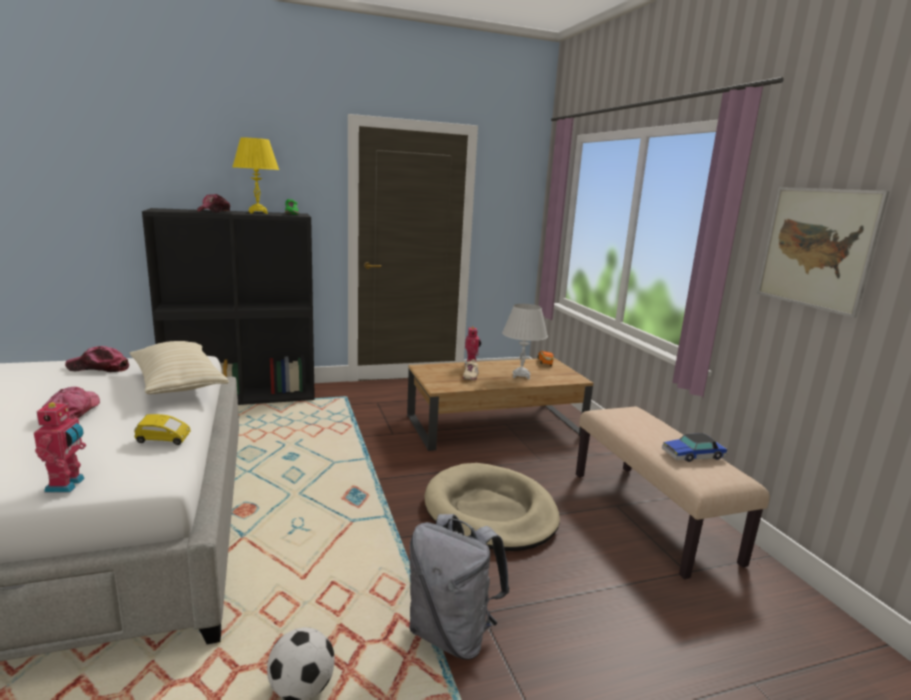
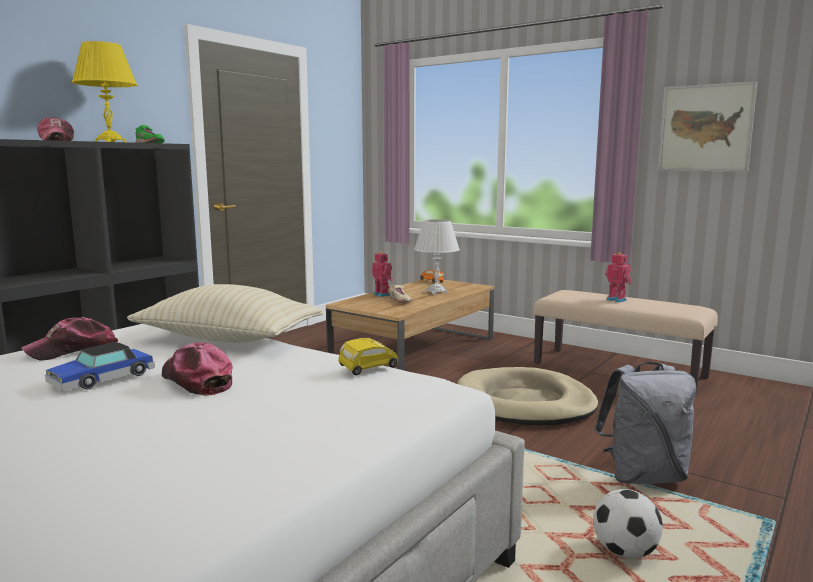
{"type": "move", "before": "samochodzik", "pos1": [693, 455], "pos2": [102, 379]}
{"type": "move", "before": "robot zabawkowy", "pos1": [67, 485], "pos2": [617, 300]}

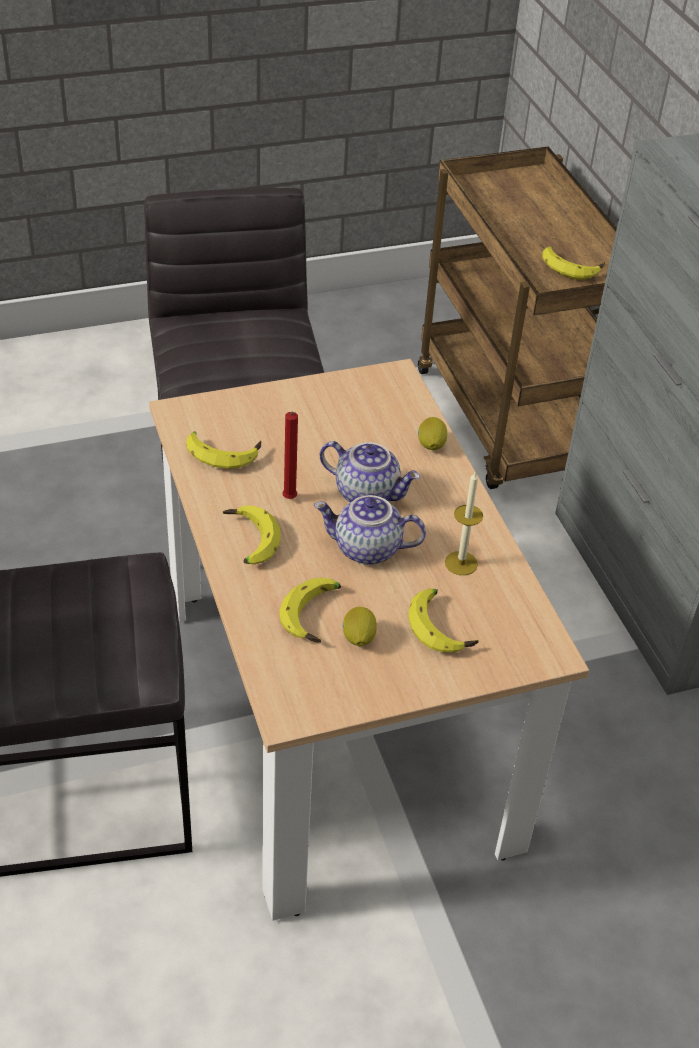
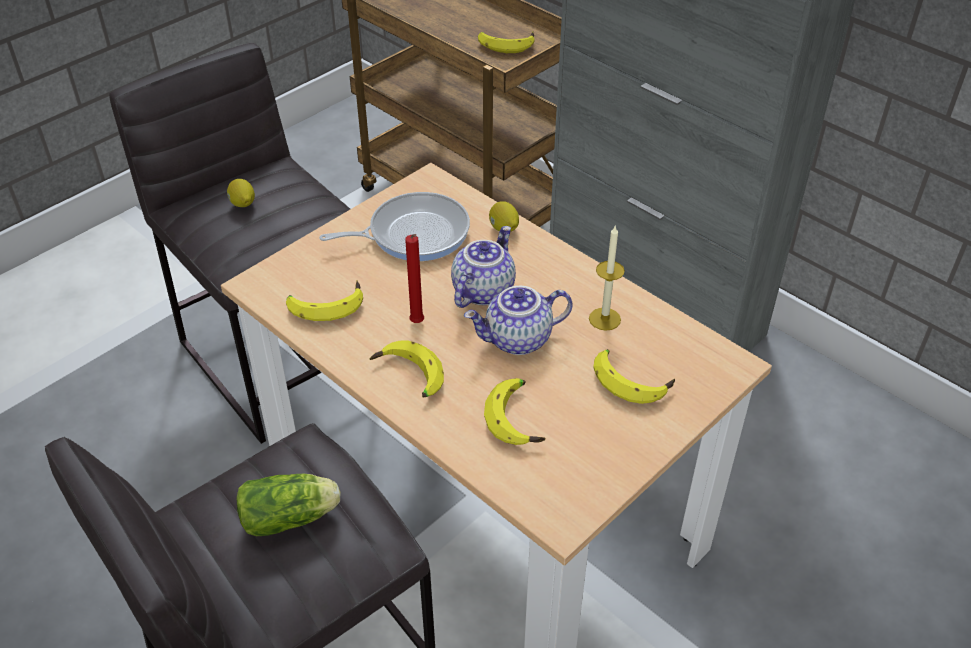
{"type": "move", "before": "cytryna", "pos1": [358, 638], "pos2": [243, 204]}
{"type": "insert", "after": "sałata", "pos2": [292, 517]}
{"type": "insert", "after": "patelnia", "pos2": [413, 233]}
{"type": "rotate", "before": "imbryk", "pos1": [368, 493], "pos2": [482, 290], "turn": -60}

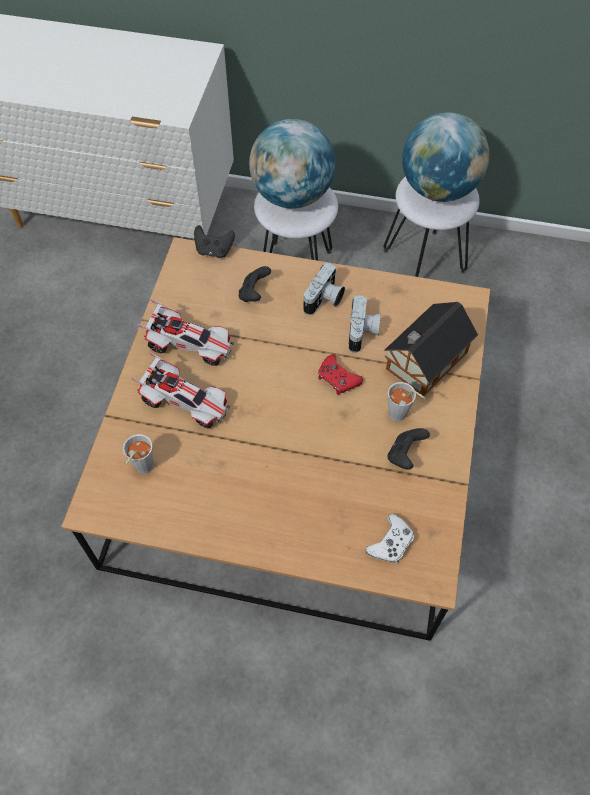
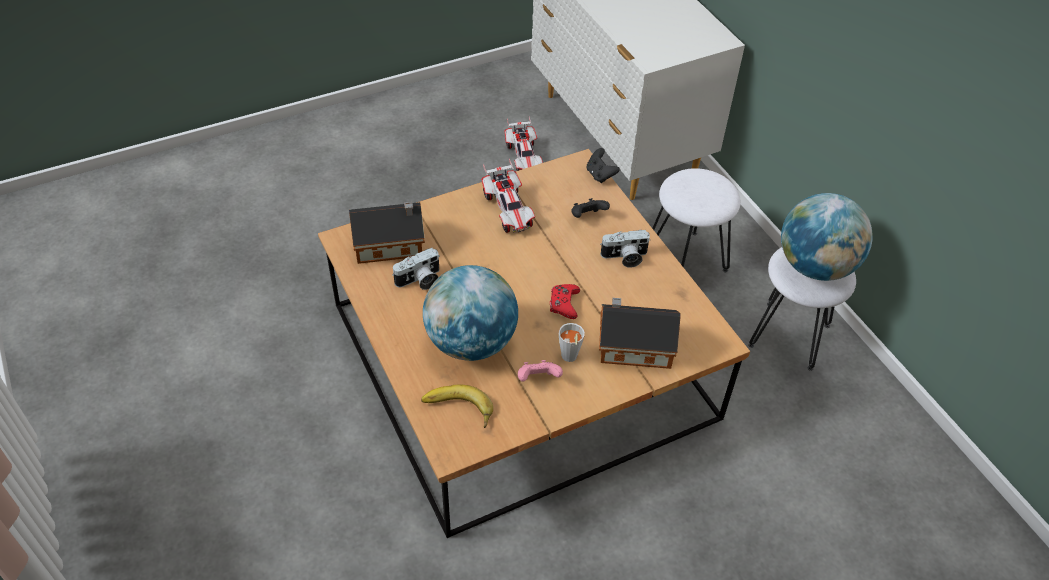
{"type": "replace", "before": "filiżanka [szary]", "after": "domek", "pos1": [141, 469], "pos2": [391, 244]}
{"type": "move", "before": "aparat fotograficzny", "pos1": [363, 332], "pos2": [420, 281]}
{"type": "replace", "before": "pad do gier [biały]", "after": "banan", "pos1": [391, 543], "pos2": [457, 410]}
{"type": "move", "before": "globus", "pos1": [292, 196], "pos2": [471, 342]}
{"type": "move", "before": "samochodzik", "pos1": [185, 402], "pos2": [524, 158]}
{"type": "recolor", "before": "pad do gier [czarny]", "after": "pad do gier [różowy]", "pos1": [405, 455], "pos2": [538, 379]}

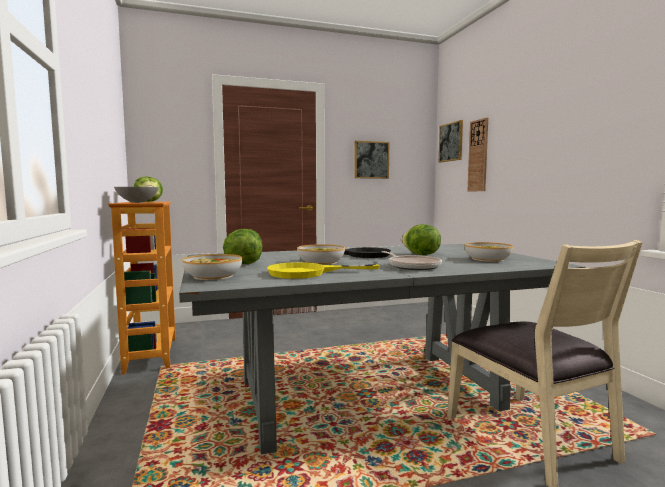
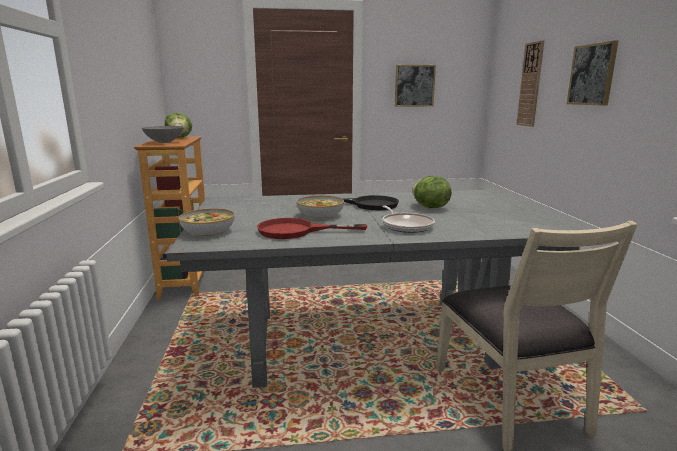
{"type": "recolor", "before": "patelnia [żółty]", "after": "patelnia [czerwony]", "pos1": [308, 273], "pos2": [296, 231]}
{"type": "move", "before": "obraz", "pos1": [451, 142], "pos2": [592, 74]}
{"type": "delete", "before": "sałata", "pos1": [242, 264]}
{"type": "delete", "before": "miska", "pos1": [487, 259]}

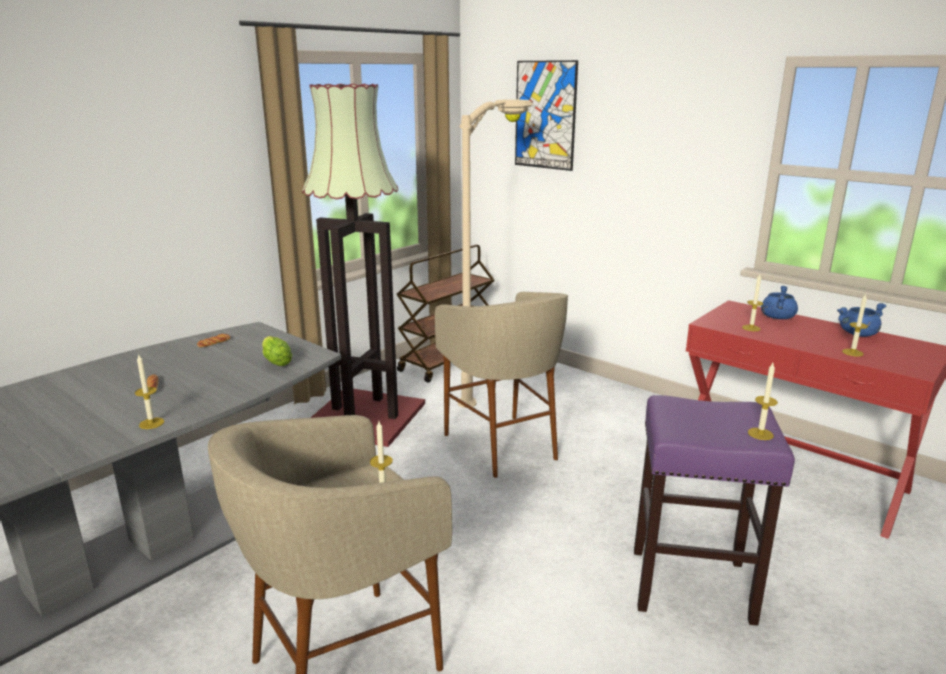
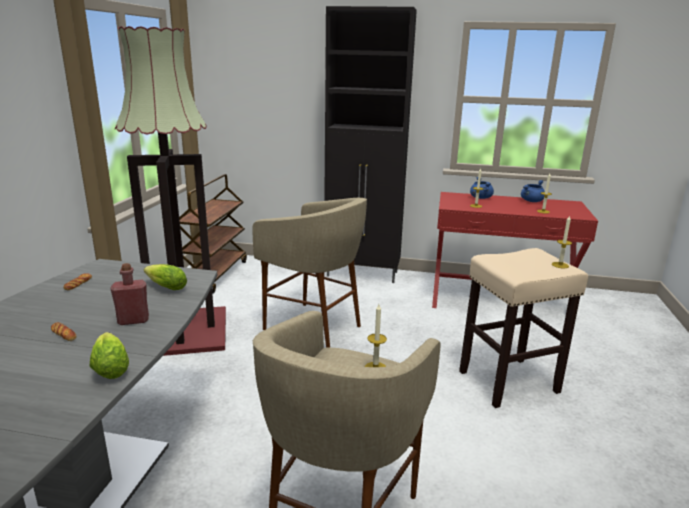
{"type": "replace", "before": "świeca", "after": "sałata", "pos1": [151, 423], "pos2": [111, 366]}
{"type": "insert", "after": "butelka [czerwony]", "pos2": [133, 320]}
{"type": "insert", "after": "szafka [czarny]", "pos2": [363, 274]}
{"type": "recolor", "before": "stołek [fioletowy]", "after": "stołek [beżowy]", "pos1": [693, 585], "pos2": [509, 381]}
{"type": "delete", "before": "lampa stojąca [beżowy]", "pos1": [497, 382]}
{"type": "delete", "before": "obraz", "pos1": [545, 115]}

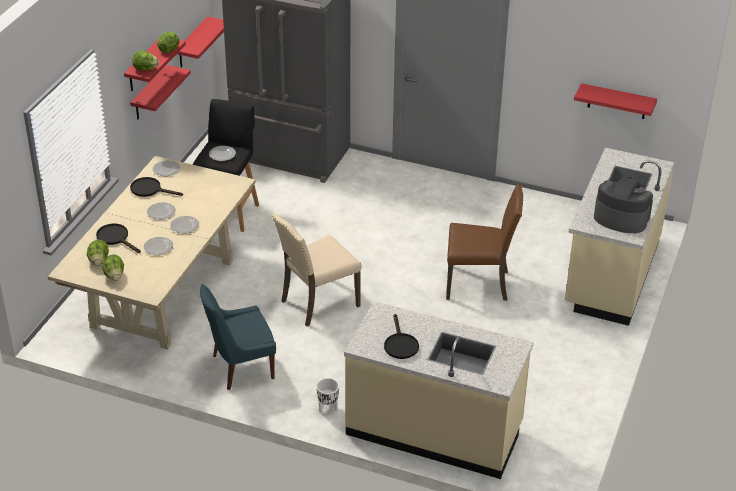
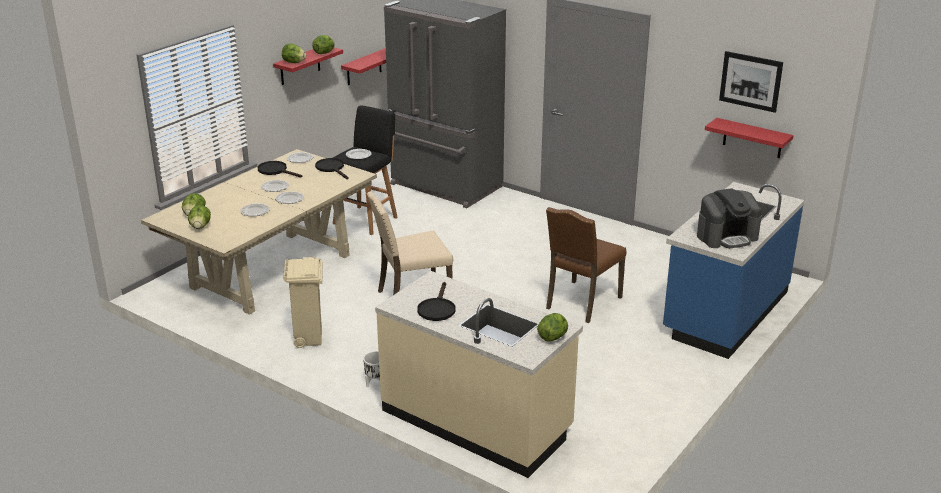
{"type": "replace", "before": "krzesło [niebieski]", "after": "kosz na śmieci [beżowy]", "pos1": [240, 367], "pos2": [309, 338]}
{"type": "move", "before": "patelnia [czarny]", "pos1": [116, 238], "pos2": [332, 168]}
{"type": "insert", "after": "sałata", "pos2": [553, 337]}
{"type": "rotate", "before": "krzesło [brązowy]", "pos1": [479, 284], "pos2": [581, 303], "turn": 105}
{"type": "recolor", "before": "zabudowa kuchenna [beżowy]", "after": "zabudowa kuchenna [niebieski]", "pos1": [611, 273], "pos2": [725, 312]}
{"type": "rotate", "before": "ekspres do kawy", "pos1": [620, 218], "pos2": [727, 236], "turn": 120}
{"type": "insert", "after": "obraz", "pos2": [750, 81]}
{"type": "delete", "before": "półka [czerwony]", "pos1": [149, 94]}

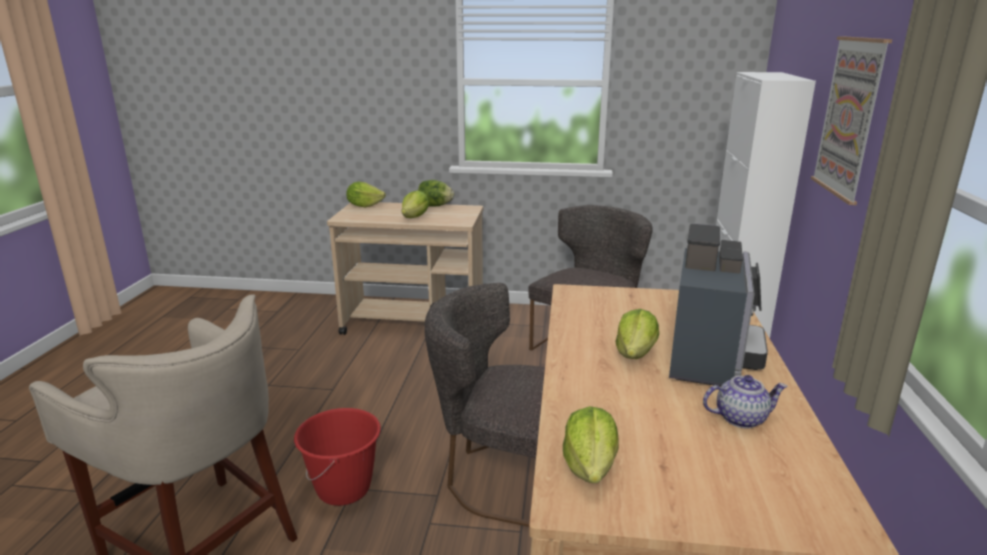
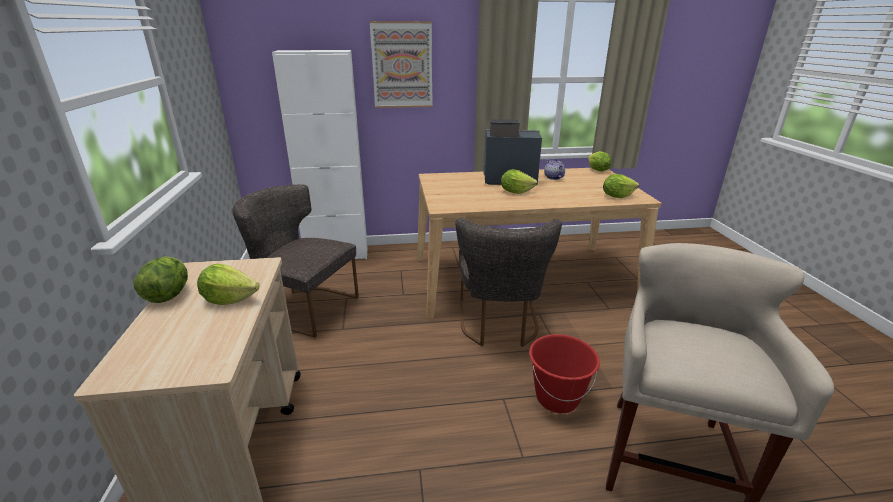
{"type": "move", "before": "sałata", "pos1": [364, 206], "pos2": [597, 170]}

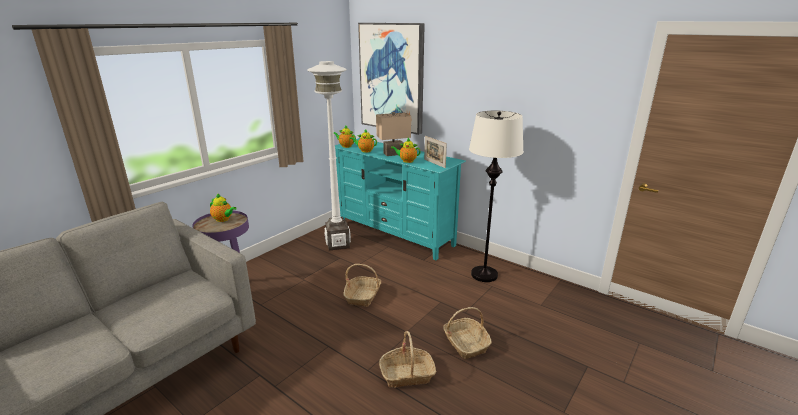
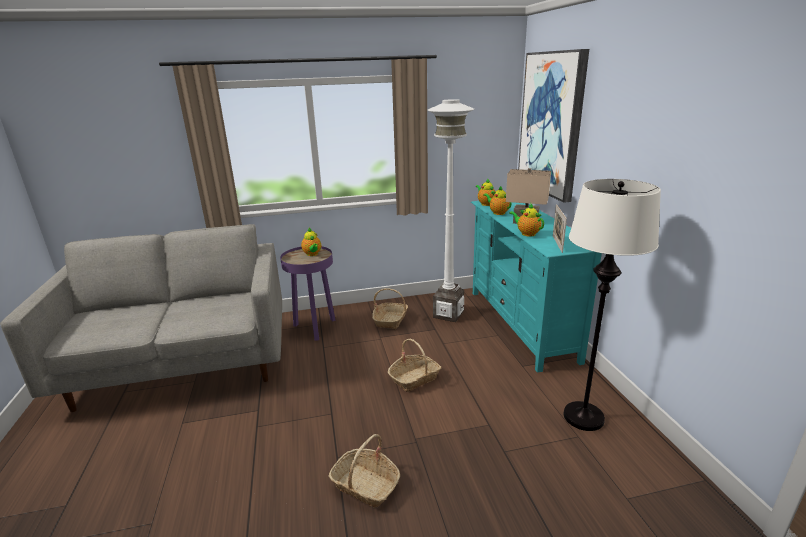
{"type": "move", "before": "koszyk", "pos1": [465, 343], "pos2": [391, 320]}

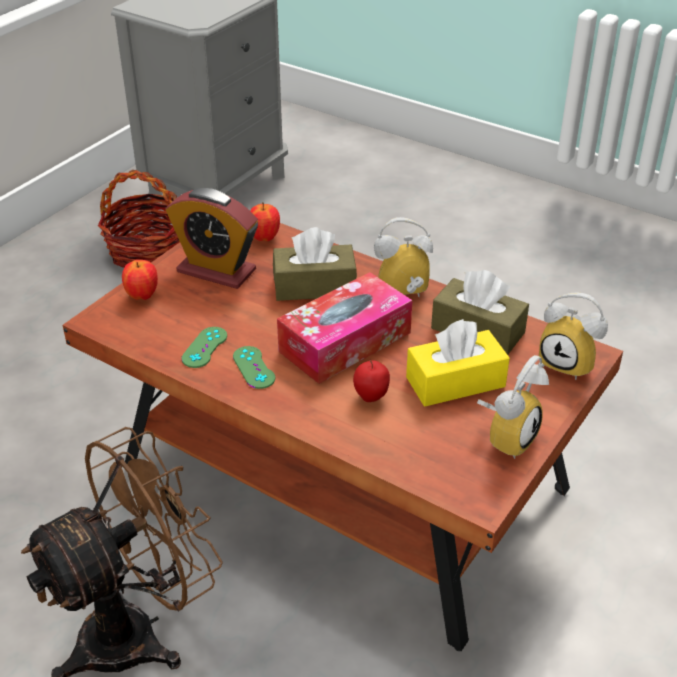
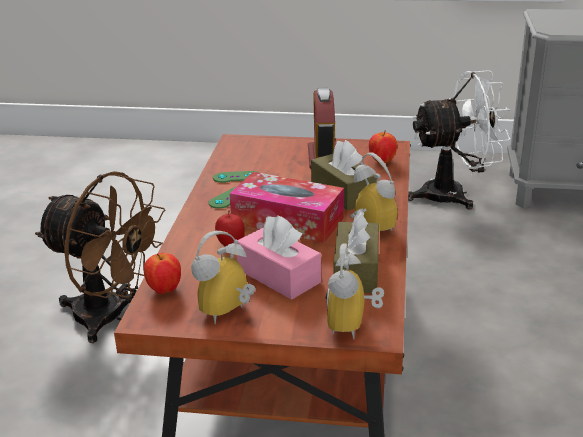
{"type": "move", "before": "jabłko", "pos1": [142, 296], "pos2": [164, 290]}
{"type": "rotate", "before": "budzik", "pos1": [506, 436], "pos2": [228, 314], "turn": 120}
{"type": "recolor", "before": "pudełko chusteczek [żółty]", "after": "pudełko chusteczek [różowy]", "pos1": [455, 382], "pos2": [278, 276]}
{"type": "replace", "before": "koszyk", "after": "wentylator [biały]", "pos1": [148, 252], "pos2": [454, 194]}

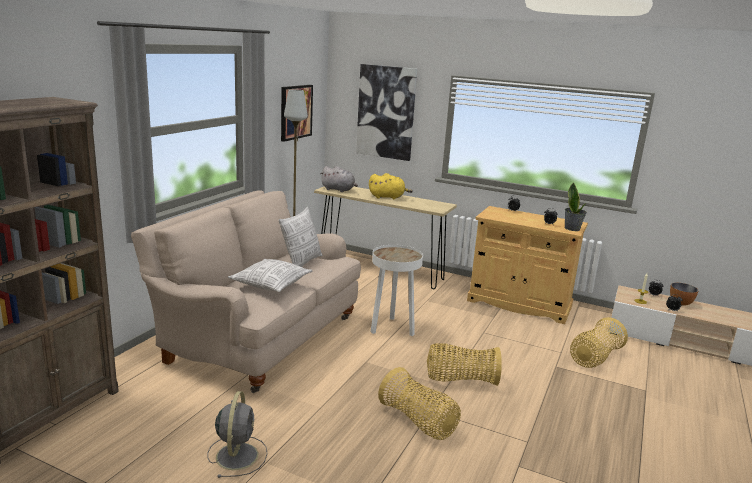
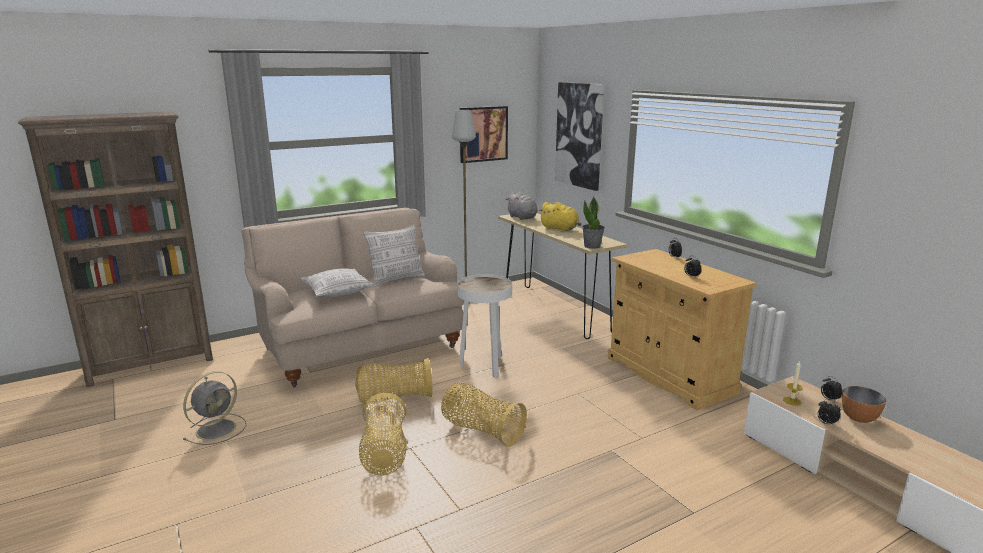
{"type": "move", "before": "koszyk", "pos1": [594, 358], "pos2": [394, 398]}
{"type": "move", "before": "roślina doniczkowa", "pos1": [572, 228], "pos2": [592, 246]}

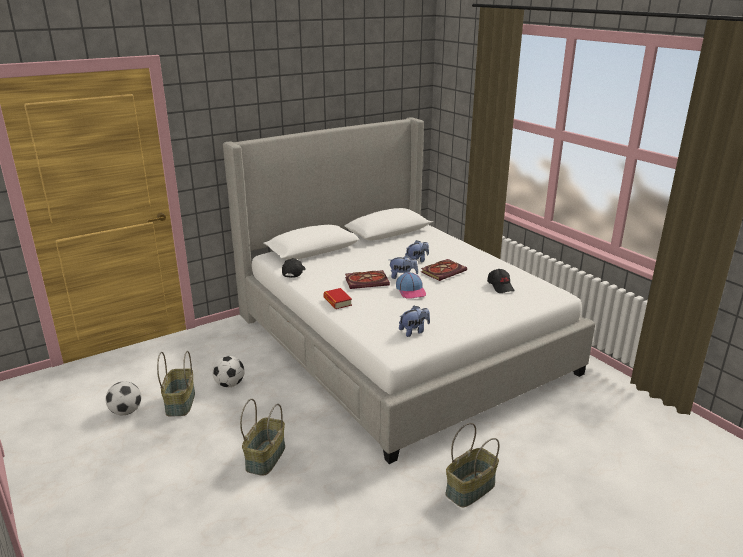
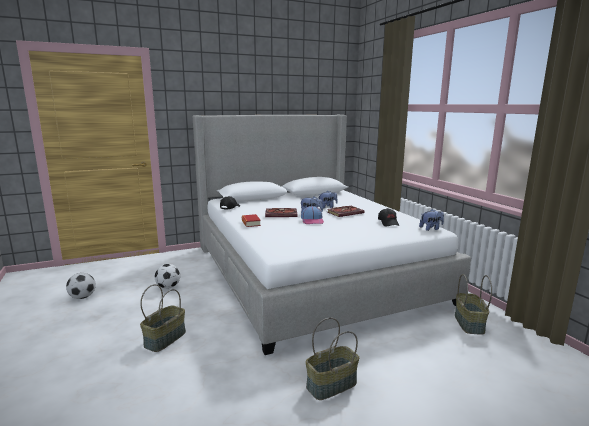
{"type": "move", "before": "pluszak", "pos1": [414, 331], "pos2": [431, 228]}
{"type": "move", "before": "koszyk", "pos1": [180, 402], "pos2": [468, 323]}

